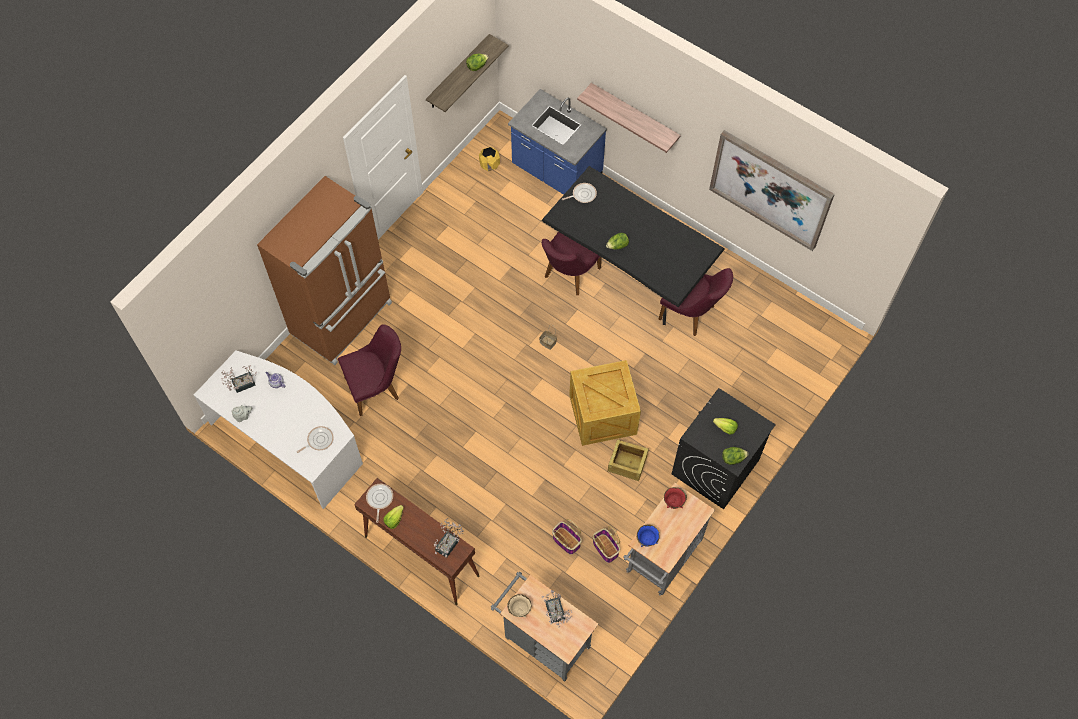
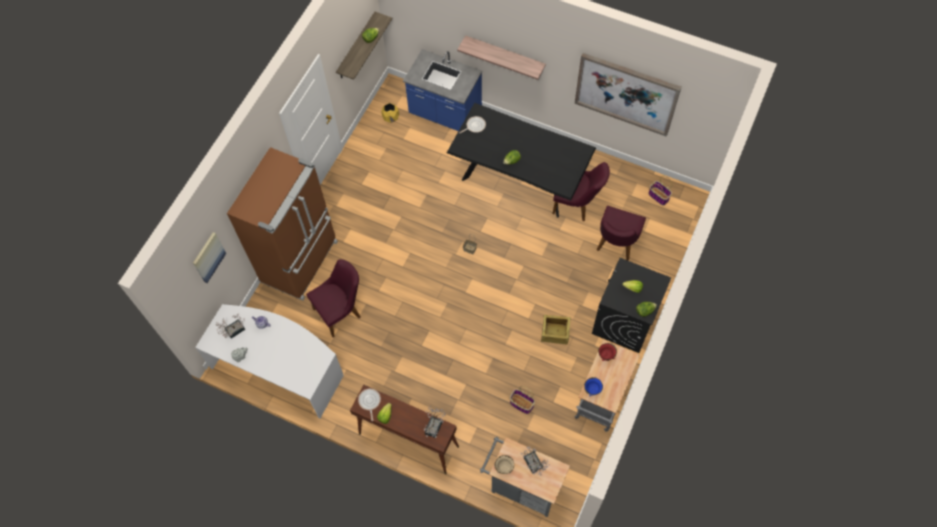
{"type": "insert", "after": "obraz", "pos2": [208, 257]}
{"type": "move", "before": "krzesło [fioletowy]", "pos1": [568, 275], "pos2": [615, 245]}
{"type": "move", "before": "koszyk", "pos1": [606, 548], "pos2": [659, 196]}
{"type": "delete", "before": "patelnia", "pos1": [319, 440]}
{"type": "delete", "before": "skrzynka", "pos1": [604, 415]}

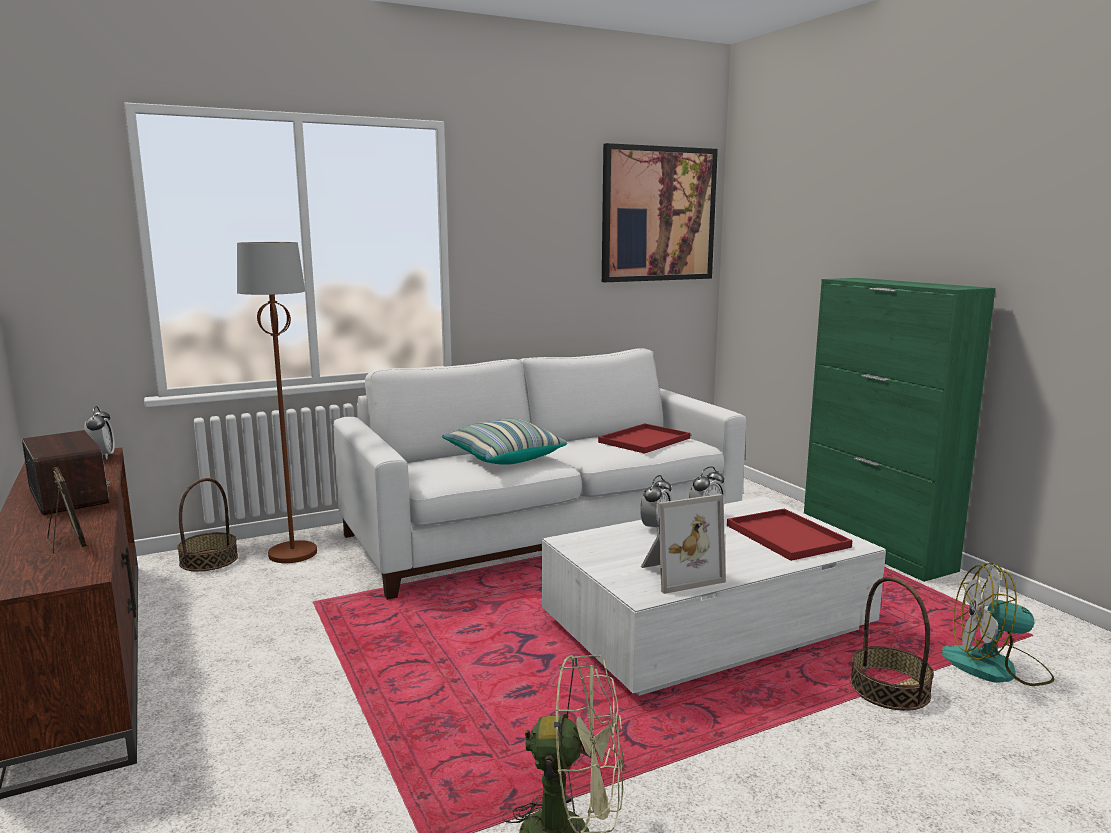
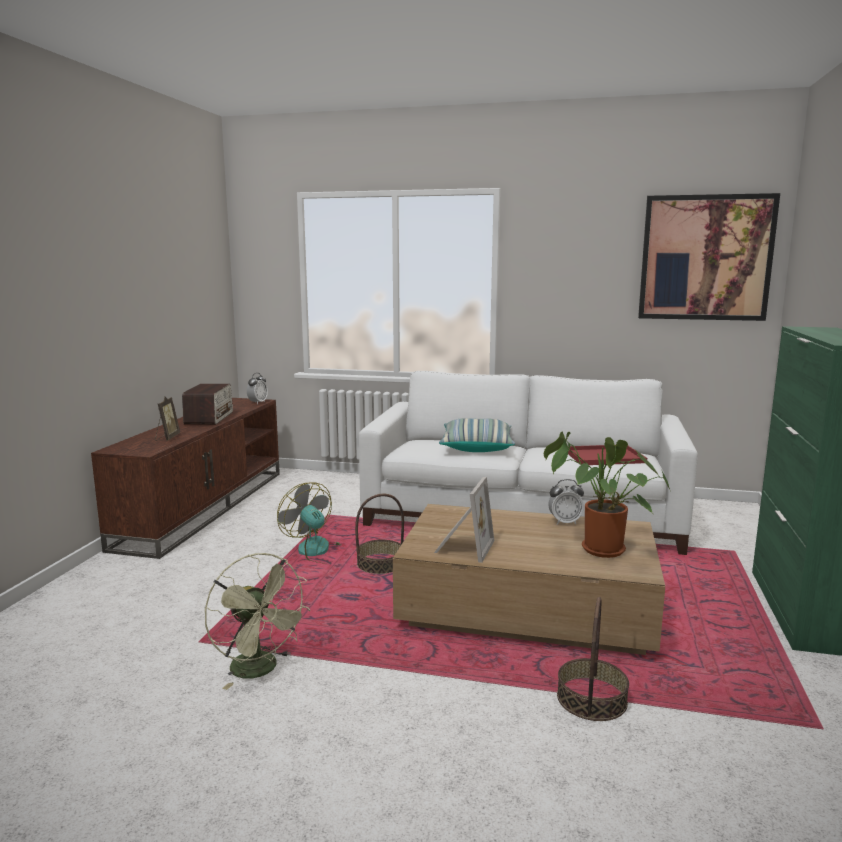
{"type": "move", "before": "wentylator", "pos1": [996, 667], "pos2": [319, 551]}
{"type": "move", "before": "koszyk", "pos1": [209, 560], "pos2": [380, 564]}
{"type": "recolor", "before": "ława [biały]", "after": "ława [brązowy]", "pos1": [708, 627], "pos2": [528, 608]}
{"type": "rotate", "before": "ramka na zdjęcie", "pos1": [677, 574], "pos2": [462, 548], "turn": -90}
{"type": "replace", "before": "taca [czerwony]", "after": "roślina doniczkowa", "pos1": [784, 535], "pos2": [598, 550]}
{"type": "delete", "before": "lampa stojąca [brązowy]", "pos1": [293, 553]}
{"type": "delete", "before": "budzik", "pos1": [656, 528]}

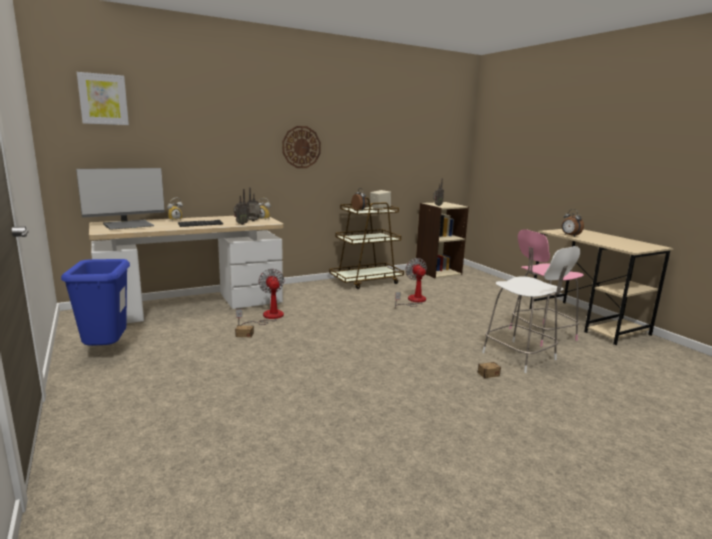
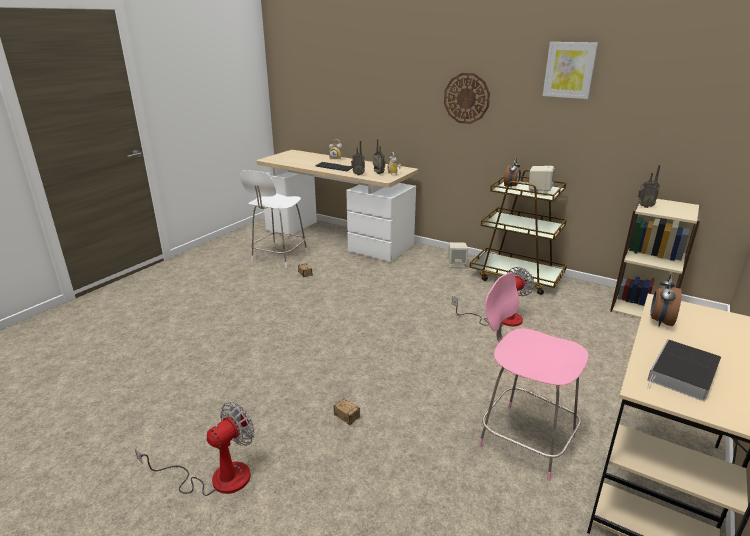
{"type": "move", "before": "wentylator", "pos1": [267, 317], "pos2": [217, 477]}
{"type": "move", "before": "krzesło [biały]", "pos1": [521, 357], "pos2": [278, 257]}
{"type": "insert", "after": "głośnik [beżowy]", "pos2": [457, 264]}
{"type": "move", "before": "obraz", "pos1": [103, 99], "pos2": [569, 70]}
{"type": "insert", "after": "książka", "pos2": [683, 375]}
{"type": "delete", "before": "kosz na śmieci [niebieski]", "pos1": [107, 351]}
{"type": "delete", "before": "monitor", "pos1": [128, 225]}

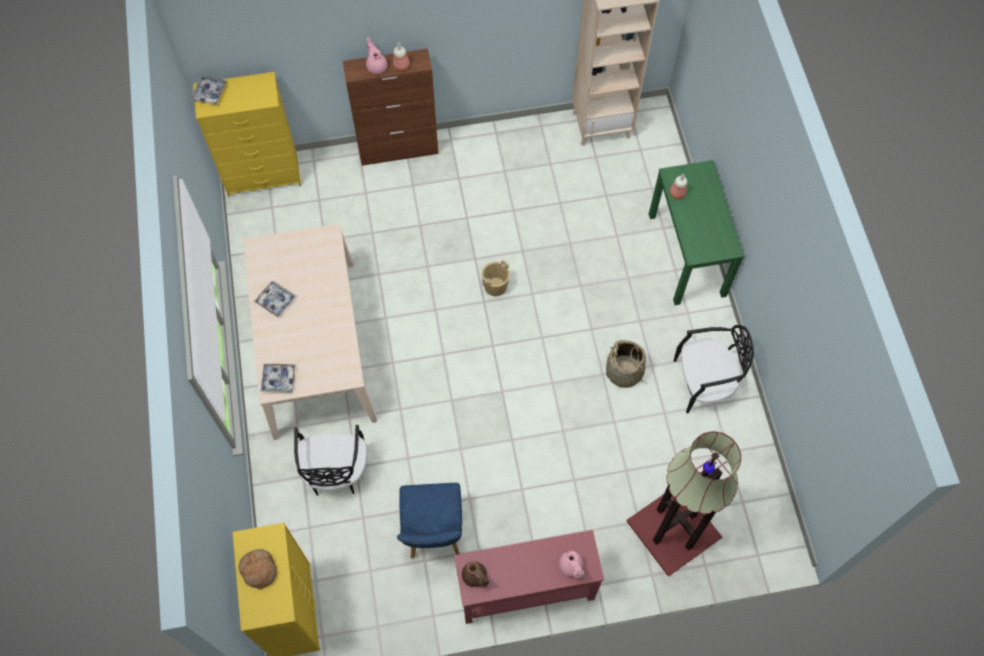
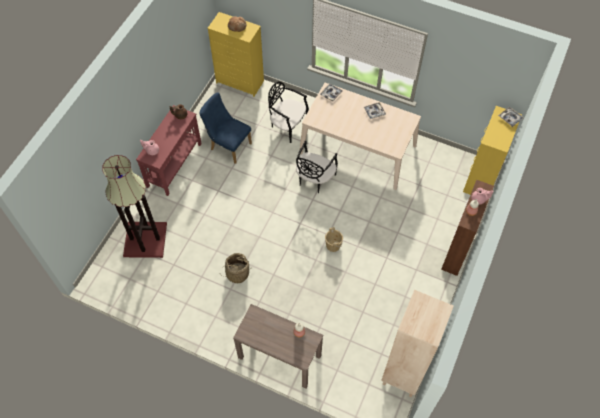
{"type": "recolor", "before": "stolik konsolowy [zielony]", "after": "stolik konsolowy [brązowy]", "pos1": [687, 254], "pos2": [279, 356]}
{"type": "move", "before": "krzesło [czarny]", "pos1": [704, 383], "pos2": [314, 179]}

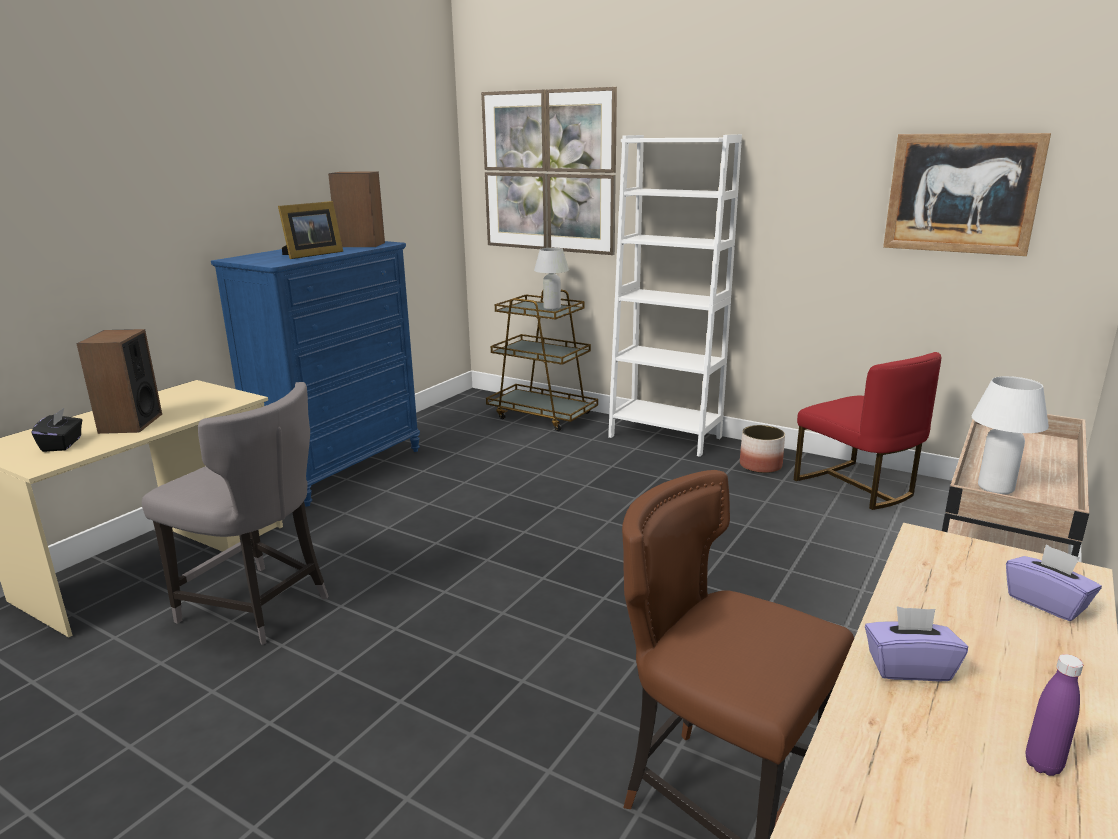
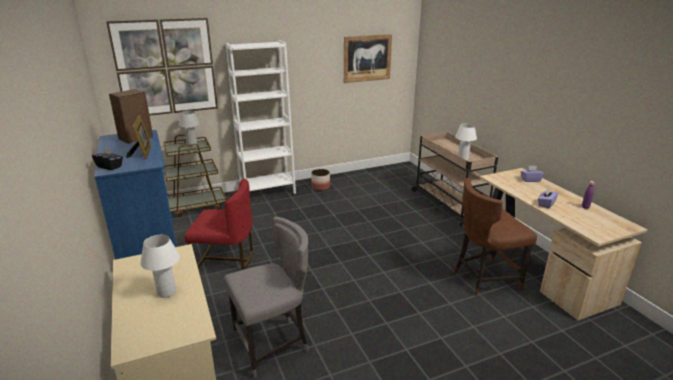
{"type": "move", "before": "pudełko chusteczek [czarny]", "pos1": [62, 444], "pos2": [110, 166]}
{"type": "replace", "before": "głośnik", "after": "lampa stołowa [biały]", "pos1": [130, 423], "pos2": [166, 292]}
{"type": "move", "before": "krzesło [czerwony]", "pos1": [857, 486], "pos2": [225, 259]}

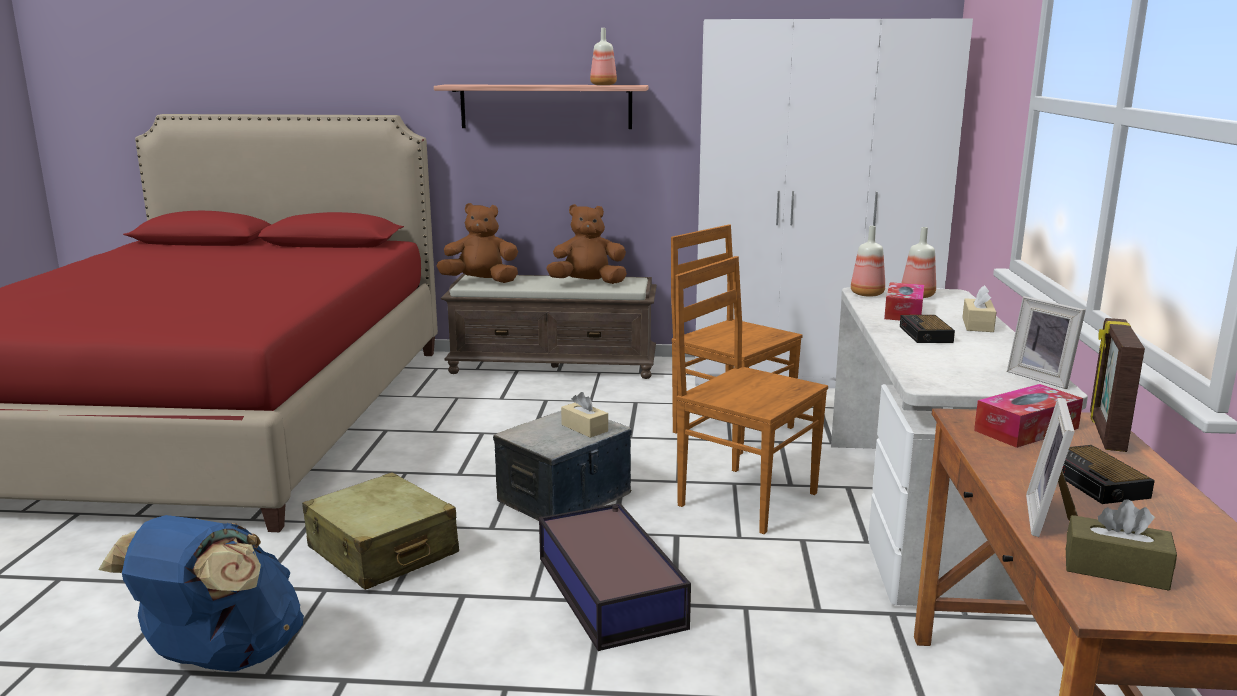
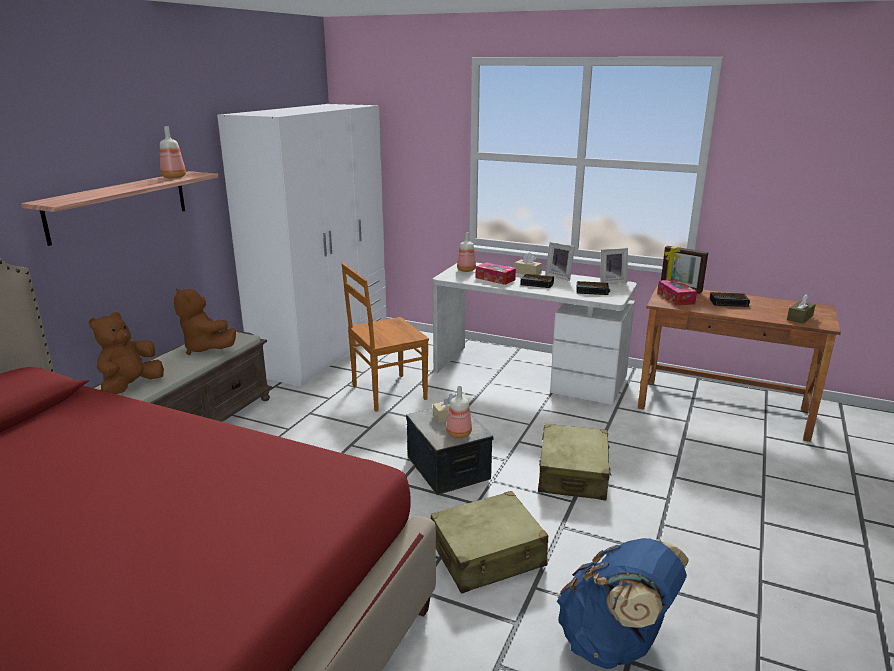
{"type": "rotate", "before": "pluszak [brązowy]", "pos1": [588, 283], "pos2": [206, 348], "turn": -60}
{"type": "move", "before": "butelka", "pos1": [866, 294], "pos2": [458, 433]}
{"type": "replace", "before": "pojemnik do przechowywania", "after": "walizka [beżowy]", "pos1": [610, 590], "pos2": [572, 474]}
{"type": "move", "before": "ramka na zdjęcie", "pos1": [1051, 518], "pos2": [560, 276]}
{"type": "insert", "after": "budzik", "pos2": [593, 291]}
{"type": "delete", "before": "krzesło [brązowy]", "pos1": [744, 498]}

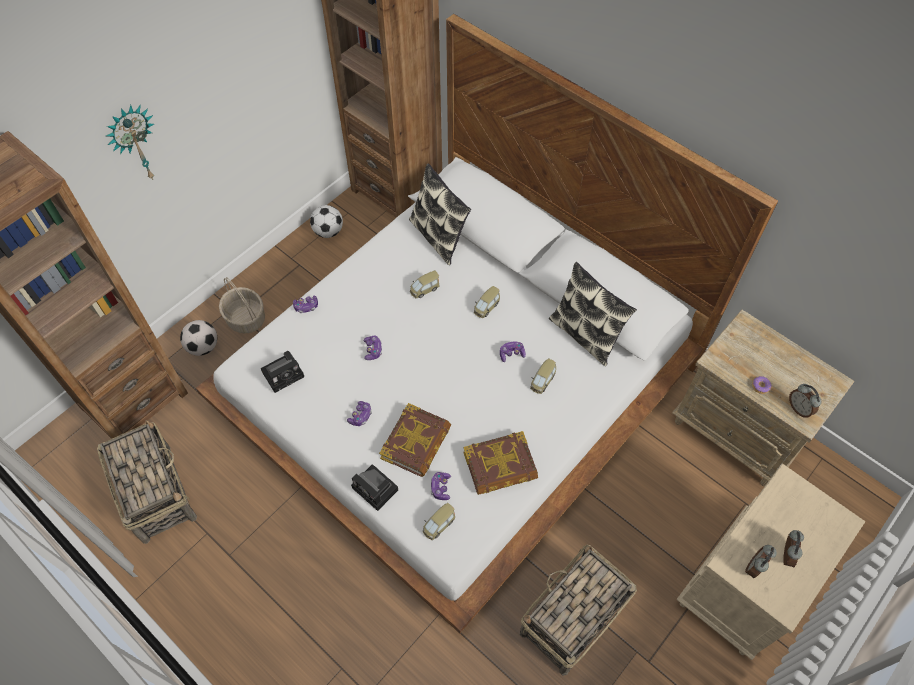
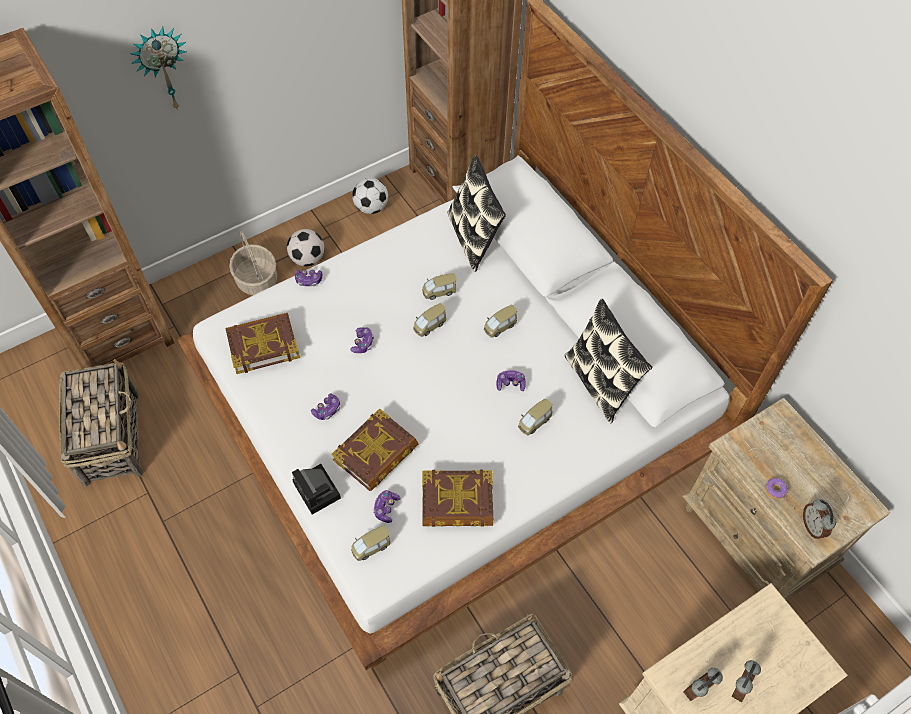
{"type": "replace", "before": "aparat fotograficzny", "after": "książka", "pos1": [284, 373], "pos2": [263, 345]}
{"type": "move", "before": "piłka futbolowa", "pos1": [203, 347], "pos2": [307, 259]}
{"type": "insert", "after": "samochodzik", "pos2": [429, 325]}

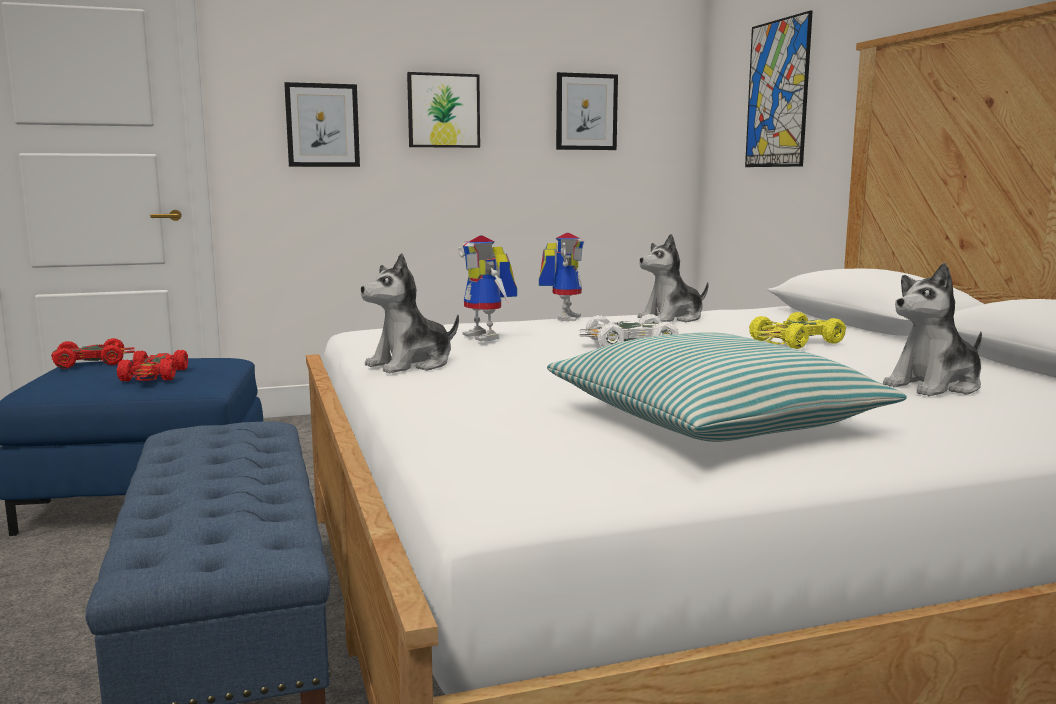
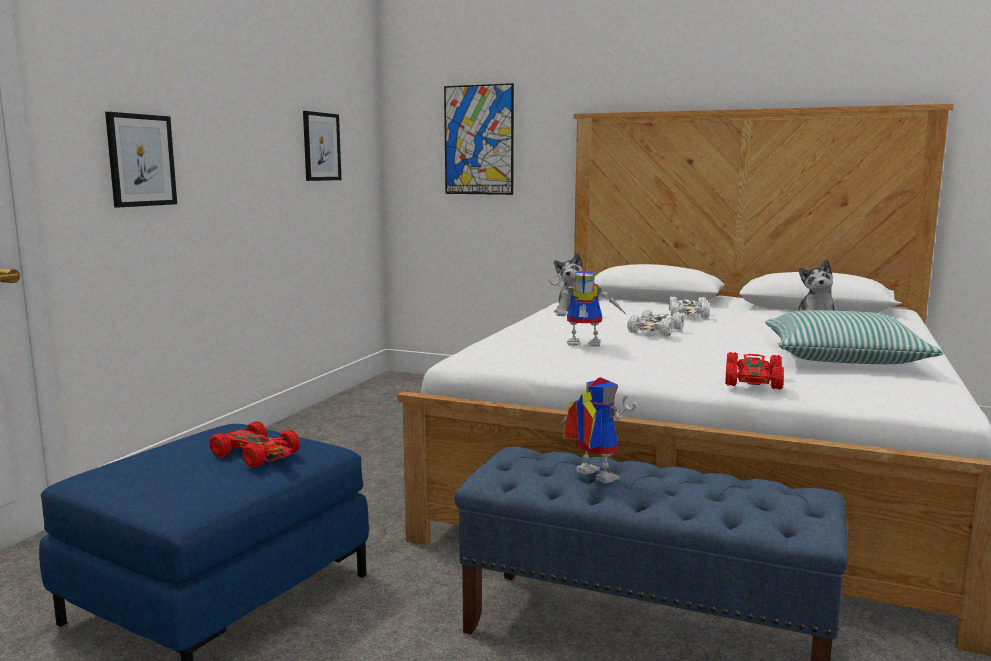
{"type": "move", "before": "robot zabawkowy", "pos1": [563, 317], "pos2": [589, 476]}
{"type": "recolor", "before": "samochodzik [żółty]", "after": "samochodzik [biały]", "pos1": [795, 342], "pos2": [688, 315]}
{"type": "move", "before": "samochodzik [czerwony]", "pos1": [92, 362], "pos2": [752, 380]}
{"type": "delete", "before": "pluszak", "pos1": [411, 364]}
{"type": "delete", "before": "obraz", "pos1": [443, 111]}

